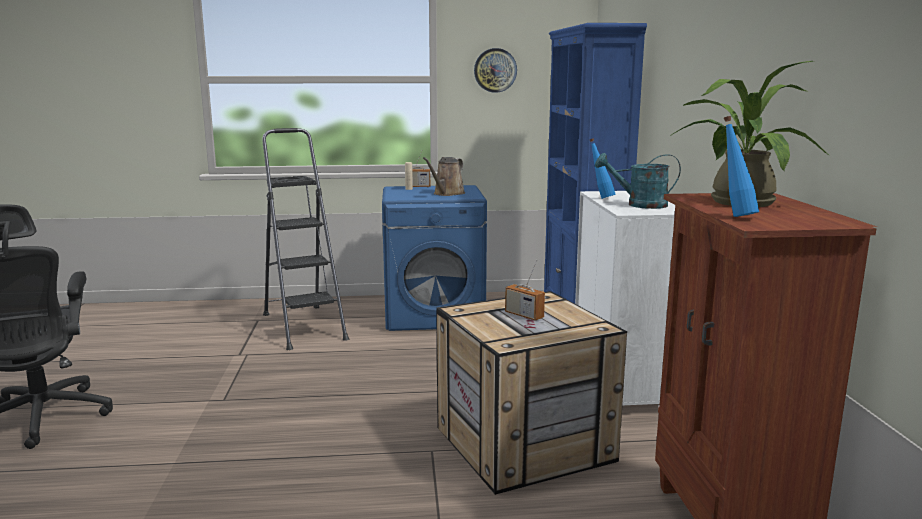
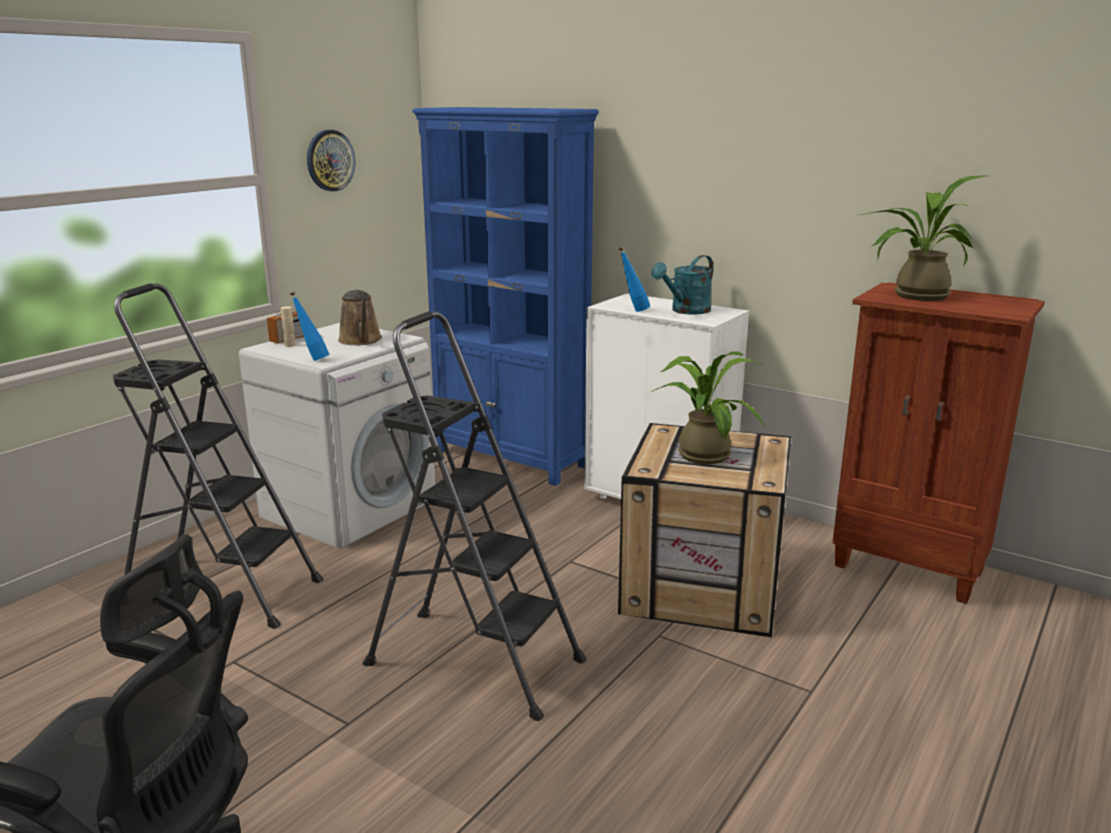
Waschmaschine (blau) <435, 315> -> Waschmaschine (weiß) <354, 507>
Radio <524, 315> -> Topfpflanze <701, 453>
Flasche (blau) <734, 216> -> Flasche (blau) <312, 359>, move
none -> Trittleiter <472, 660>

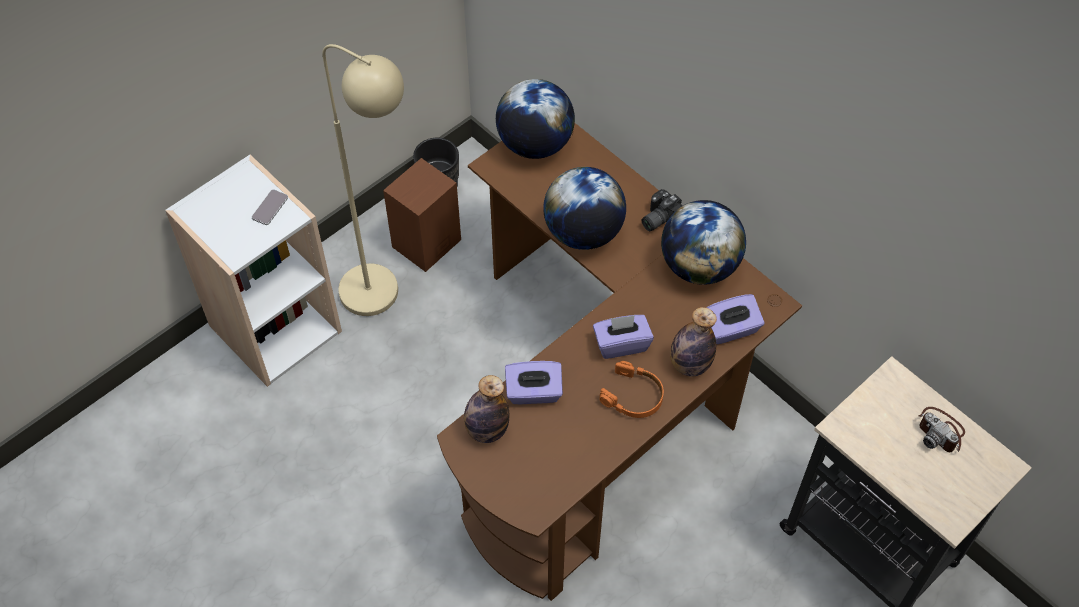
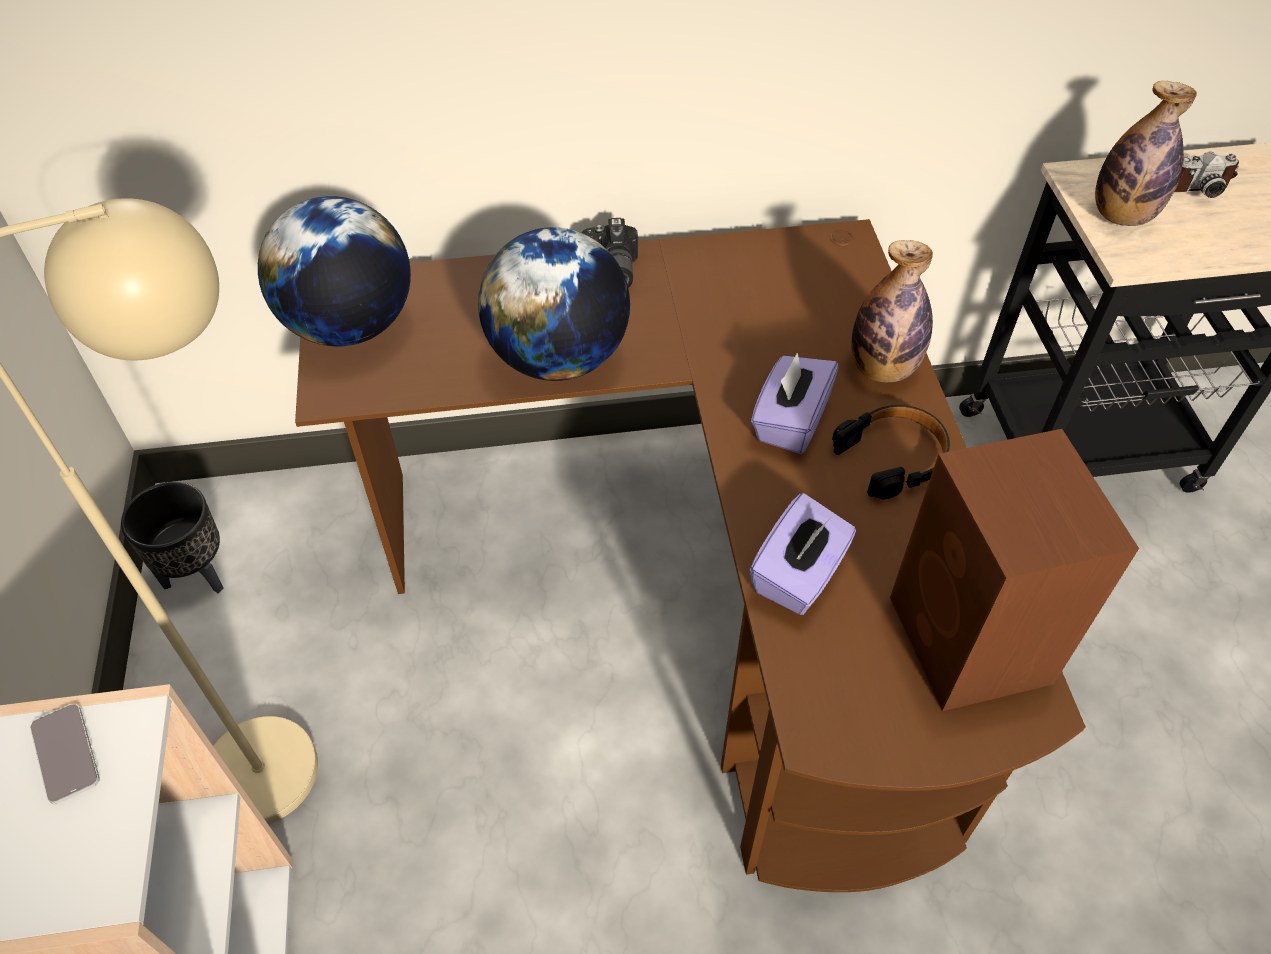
Lautsprecher (braun) <425, 244> -> Lautsprecher (braun) <971, 643>, move
Flasche <486, 430> -> Flasche <1121, 216>, move
Kopfhörer (orange) <633, 396> -> Kopfhörer (schwarz) <893, 457>
Globus <699, 266> -> none
Taschentuchbox (lila) <731, 329> -> none

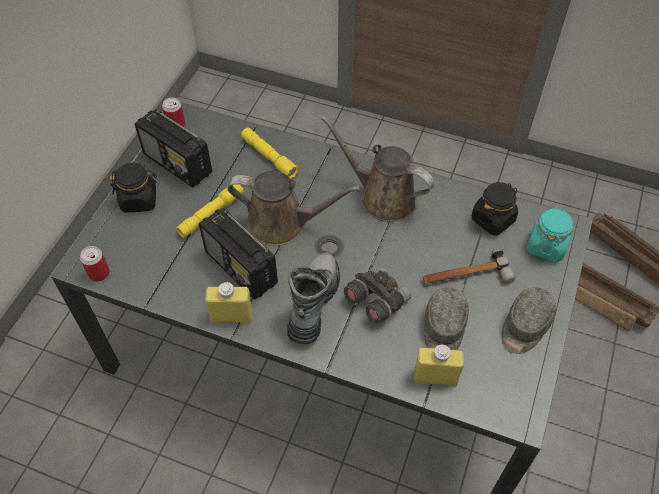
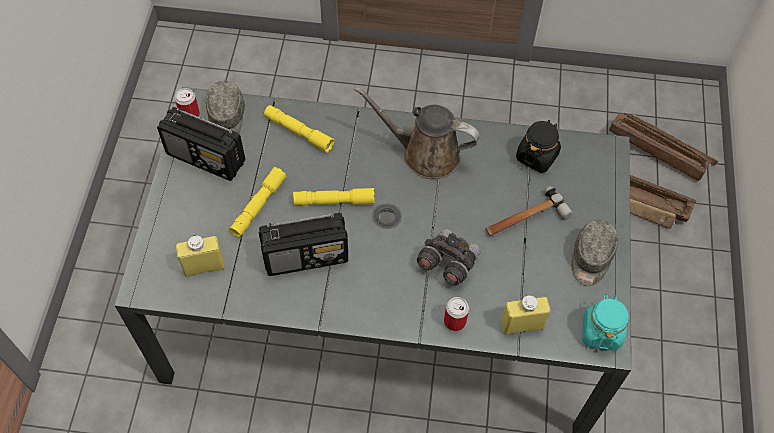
Dose <99, 273> -> Dose <455, 321>, move
Vorratsglas (schwarz) <139, 200> -> none
Radio <241, 268> -> Radio <307, 257>, 45 degrees counterclockwise
Flasche (gelb) <231, 316> -> Flasche (gelb) <204, 266>, move
Gießkanne (braun) <283, 223> -> Taschenlampe (gelb) <334, 201>
Stiefel <313, 302> -> none
Kappe (grau) <443, 329> -> Kappe (grau) <226, 118>, move
Vorratsglas (türkis) <546, 246> -> Vorratsglas (türkis) <601, 332>, move

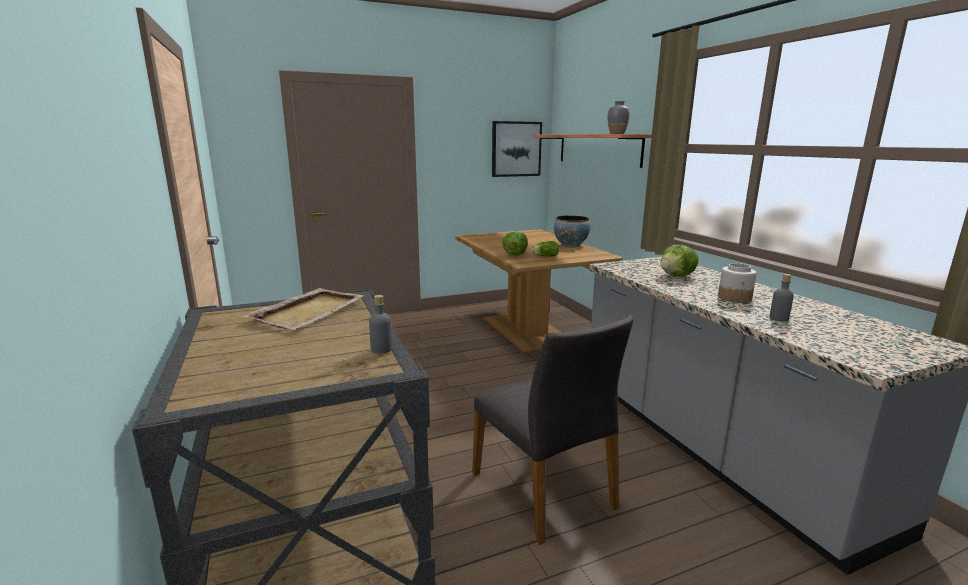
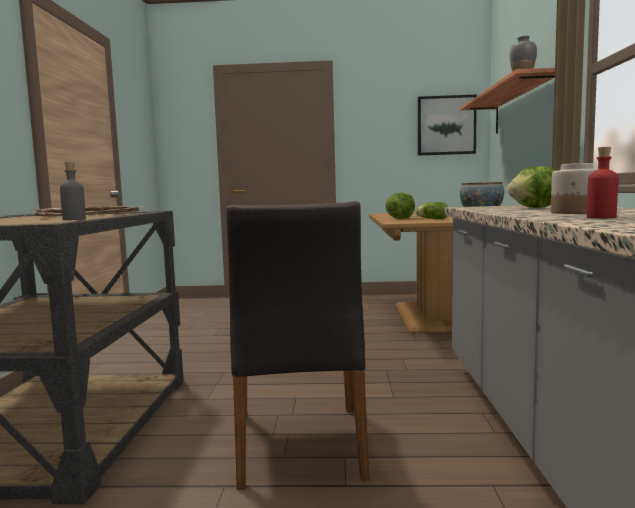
Flasche (grau) <778, 318> -> Flasche (rot) <601, 217>

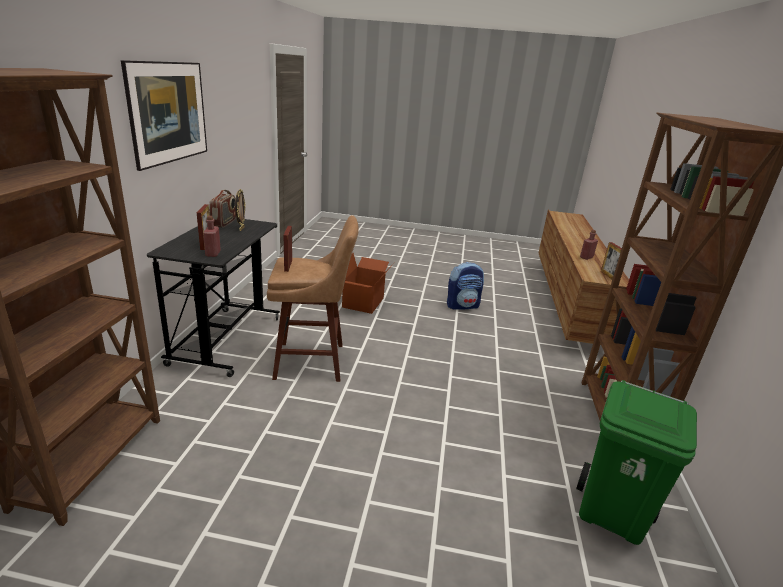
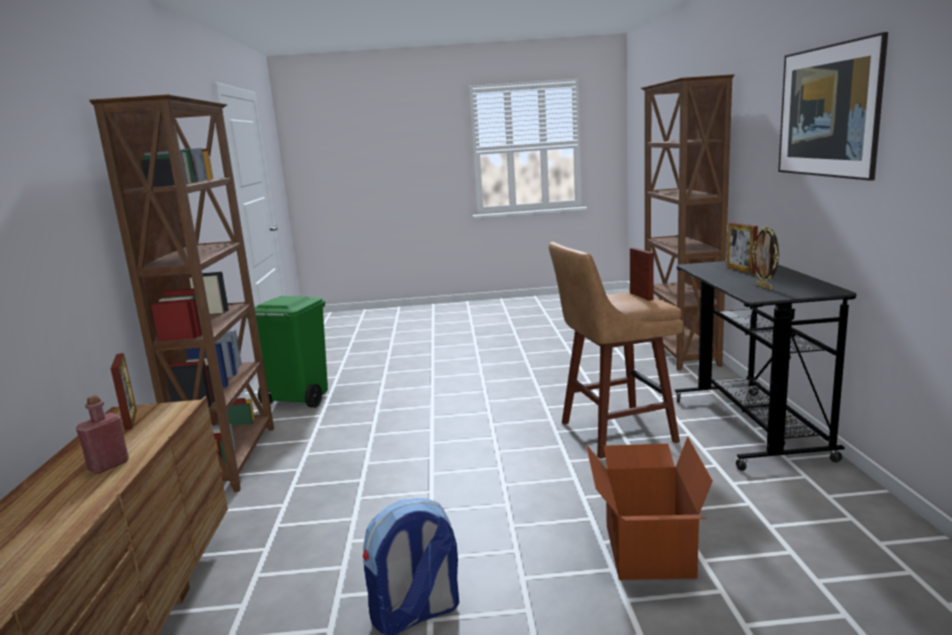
Flasche (rot) <213, 253> -> none
Radio <224, 222> -> none

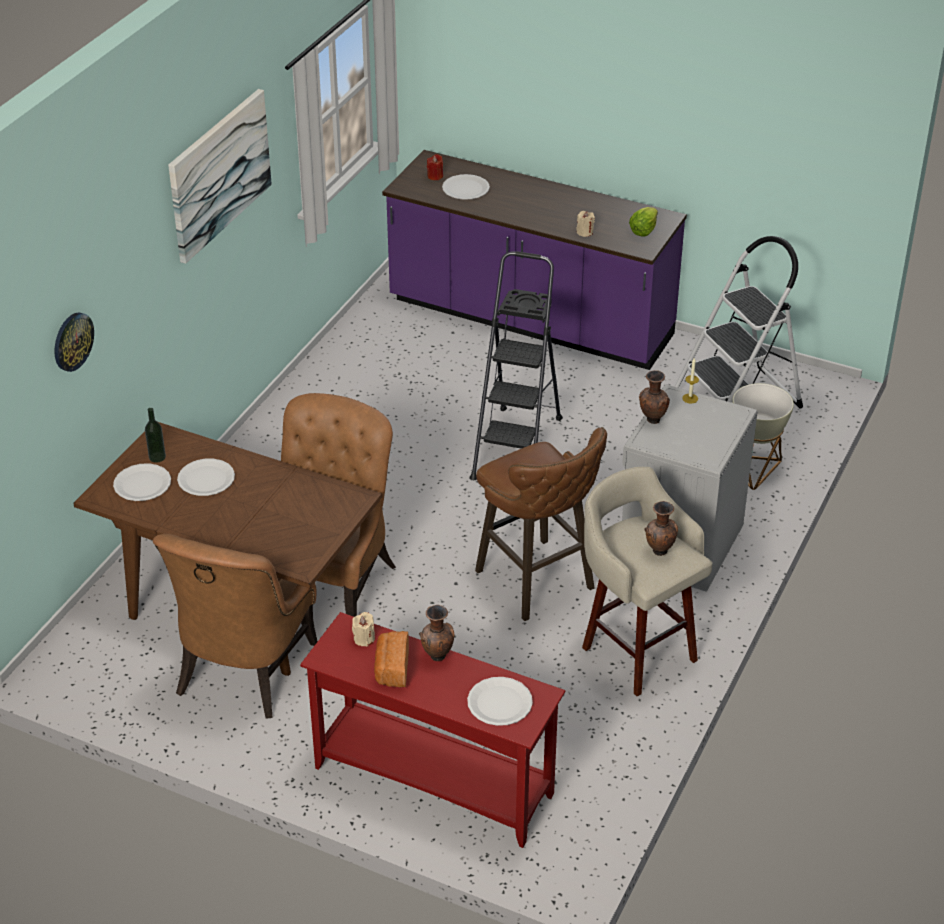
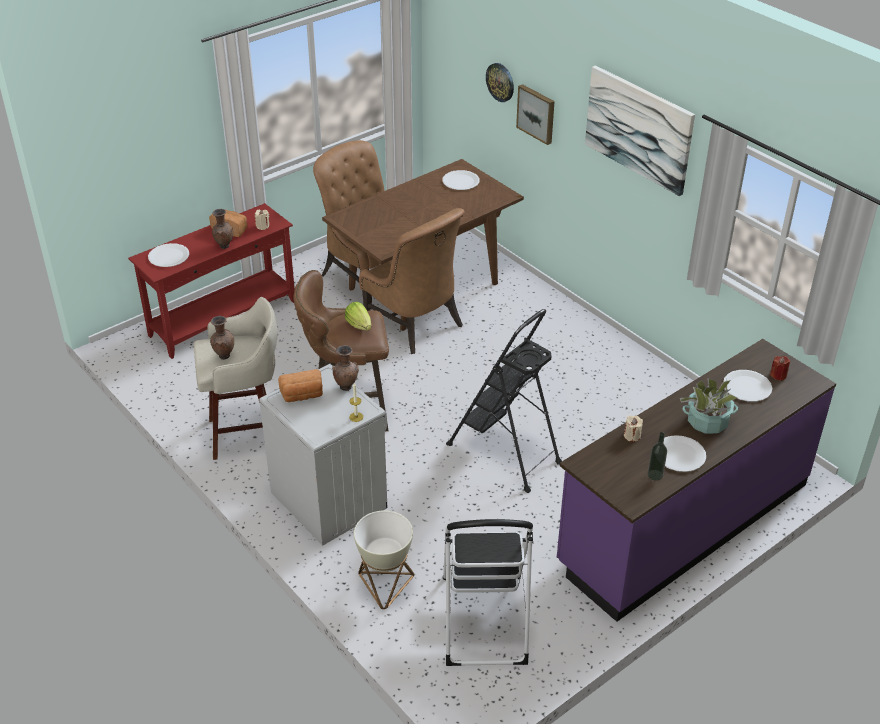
Flasche <157, 457> -> Flasche <655, 475>, move
Teller (weiß) <206, 479> -> Teller (weiß) <680, 455>, move
Salatkopf <643, 230> -> Salatkopf <359, 325>, move
none -> Brot <302, 395>
none -> Bild <537, 113>
none -> Topfpflanze <707, 422>

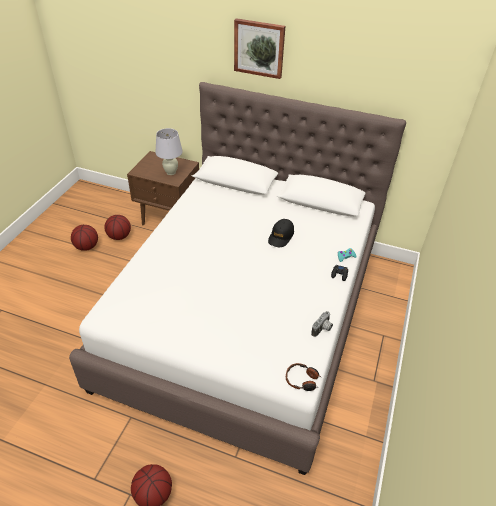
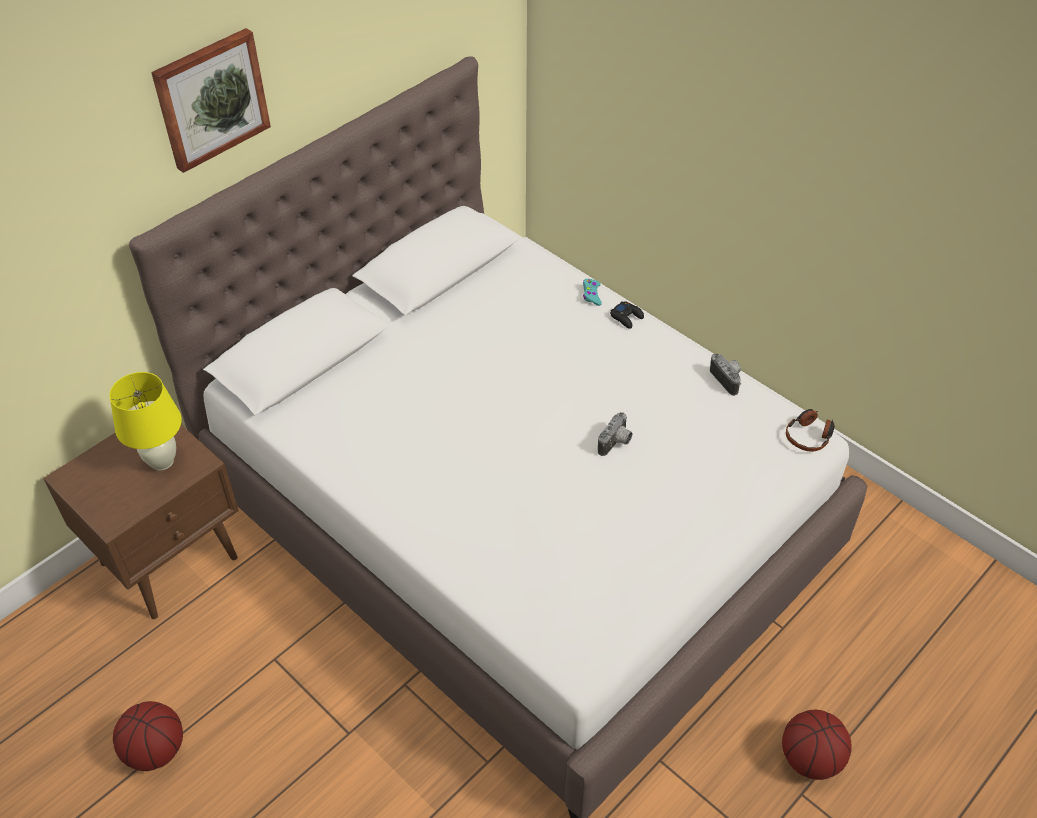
Basketball <119, 236> -> none
Tischlampe (weiß) <171, 172> -> Tischlampe (gelb) <162, 462>
Kappe (schwarz) <281, 236> -> none
none -> Kamera <616, 443>

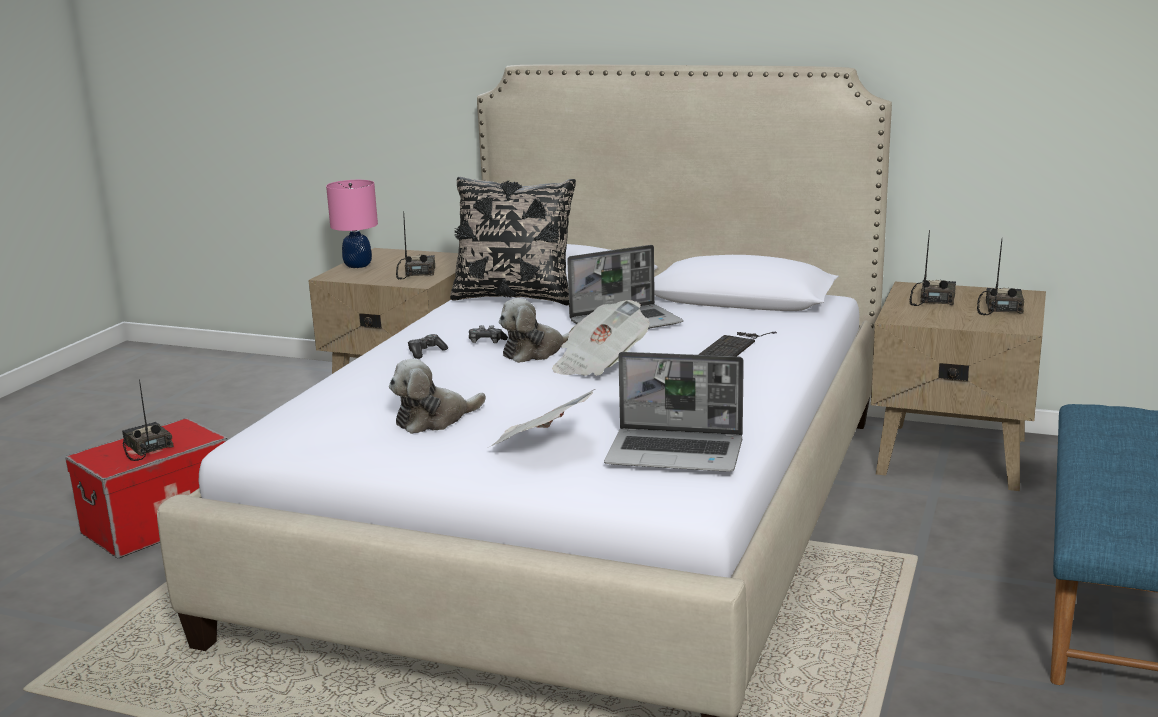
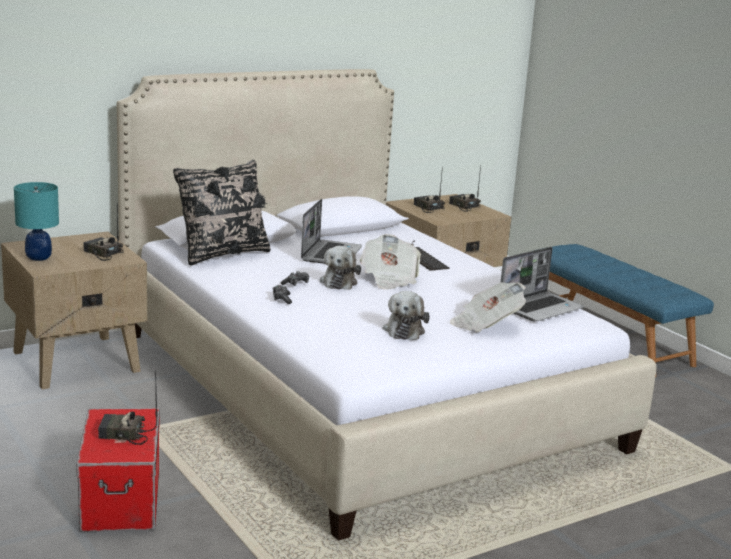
Tischlampe (rosa) <356, 266> -> Tischlampe (türkis) <38, 259>

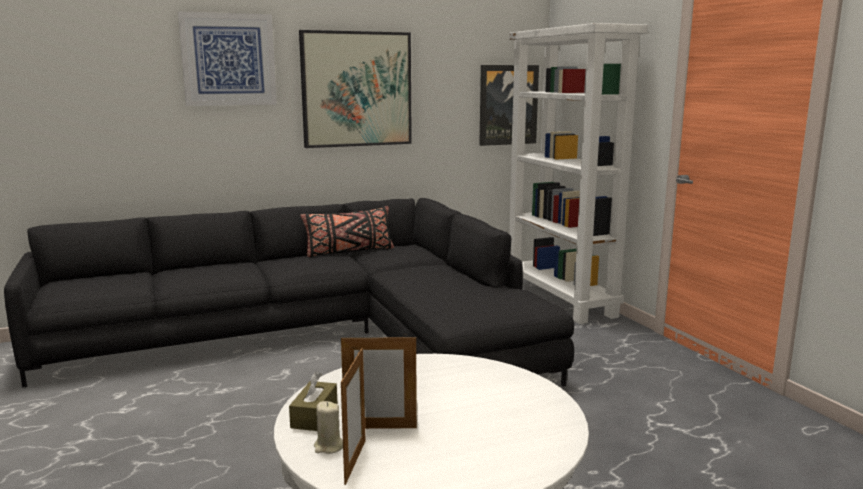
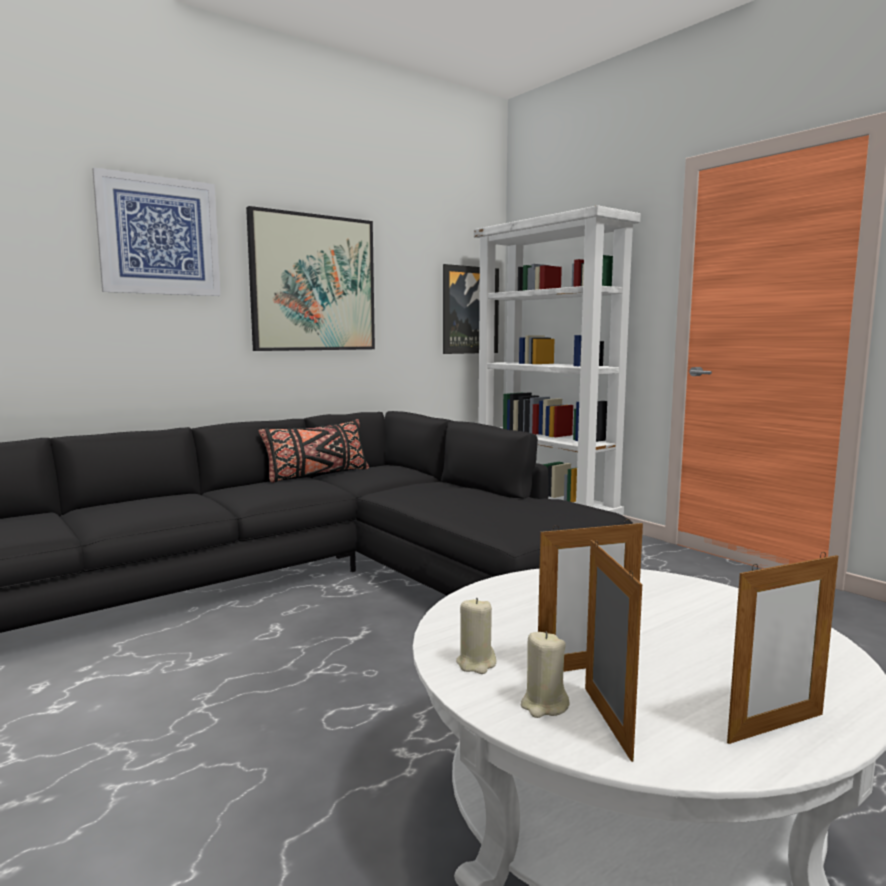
Taschentuchbox (braun) <314, 416> -> Kerze (beige) <476, 663>
none -> Bilderrahmen <776, 728>

